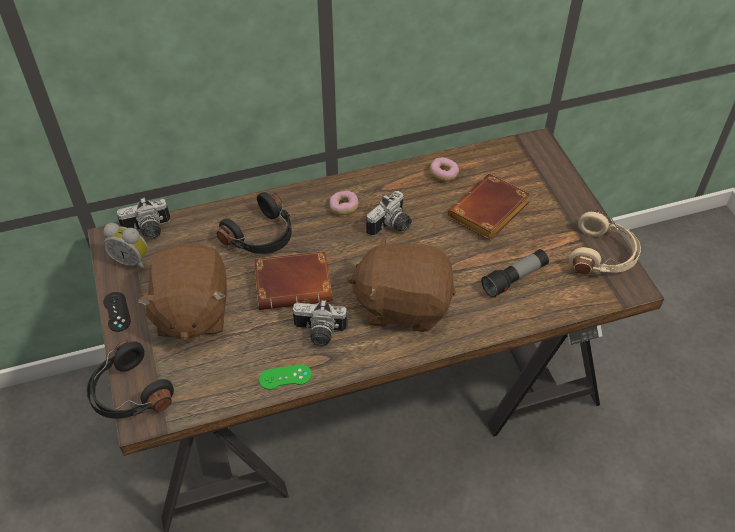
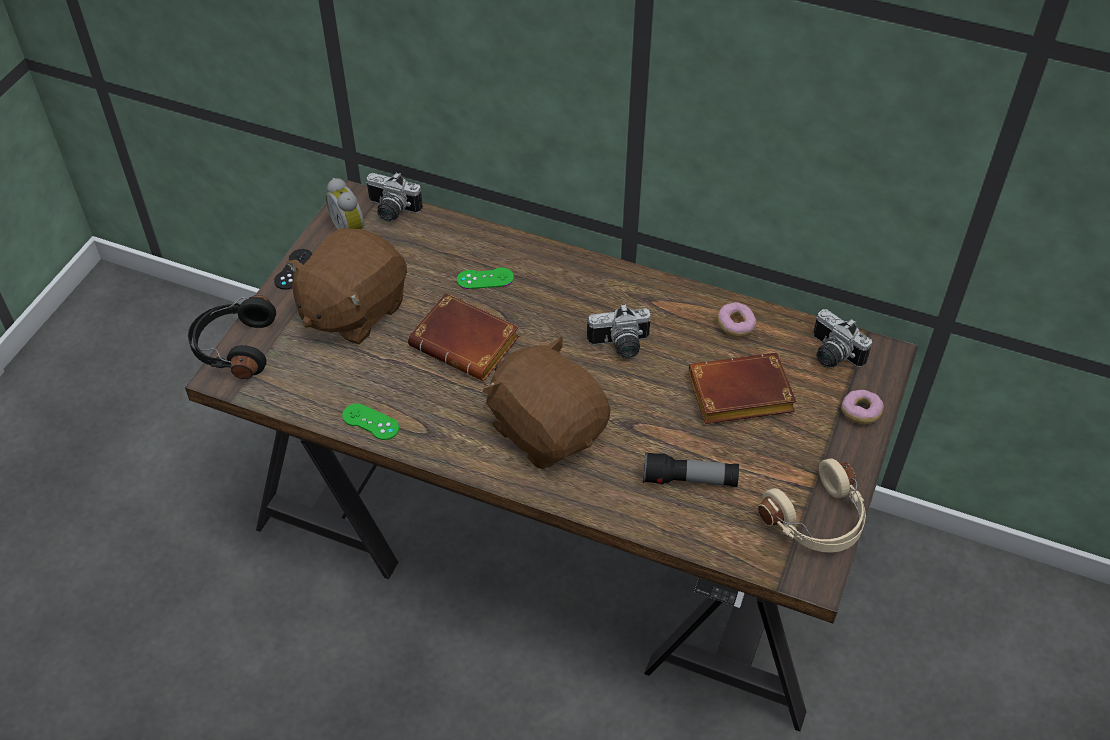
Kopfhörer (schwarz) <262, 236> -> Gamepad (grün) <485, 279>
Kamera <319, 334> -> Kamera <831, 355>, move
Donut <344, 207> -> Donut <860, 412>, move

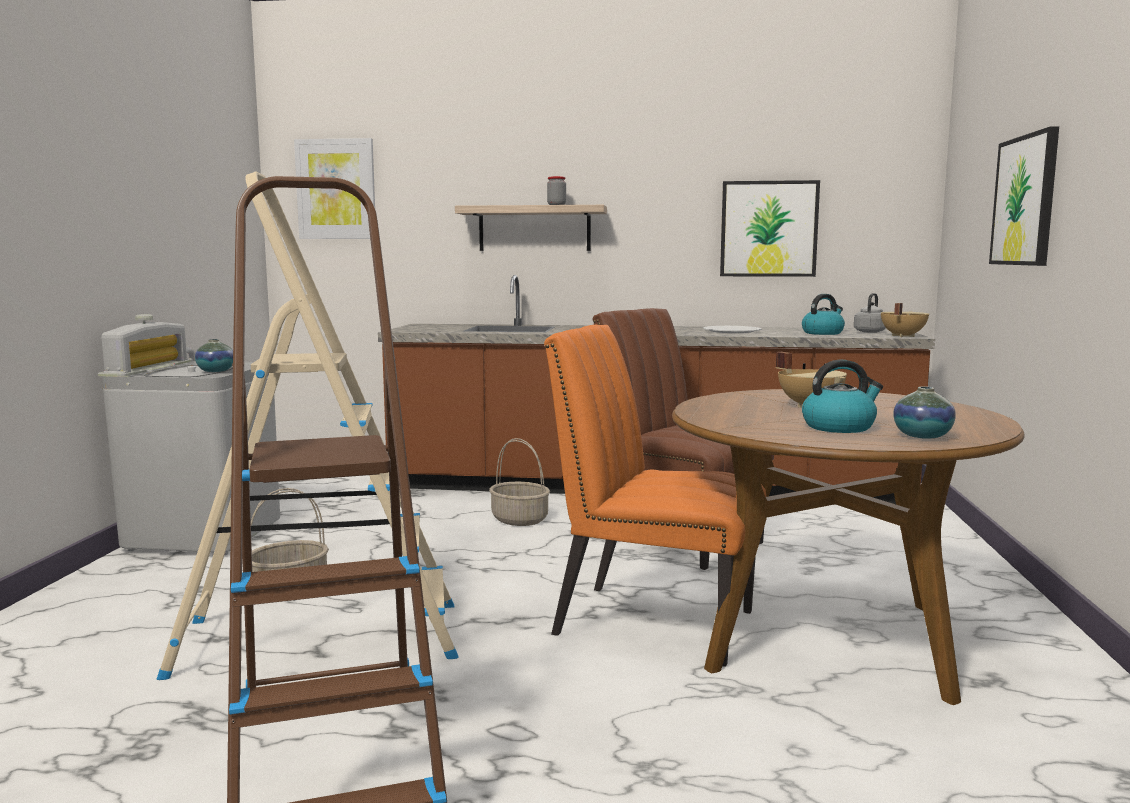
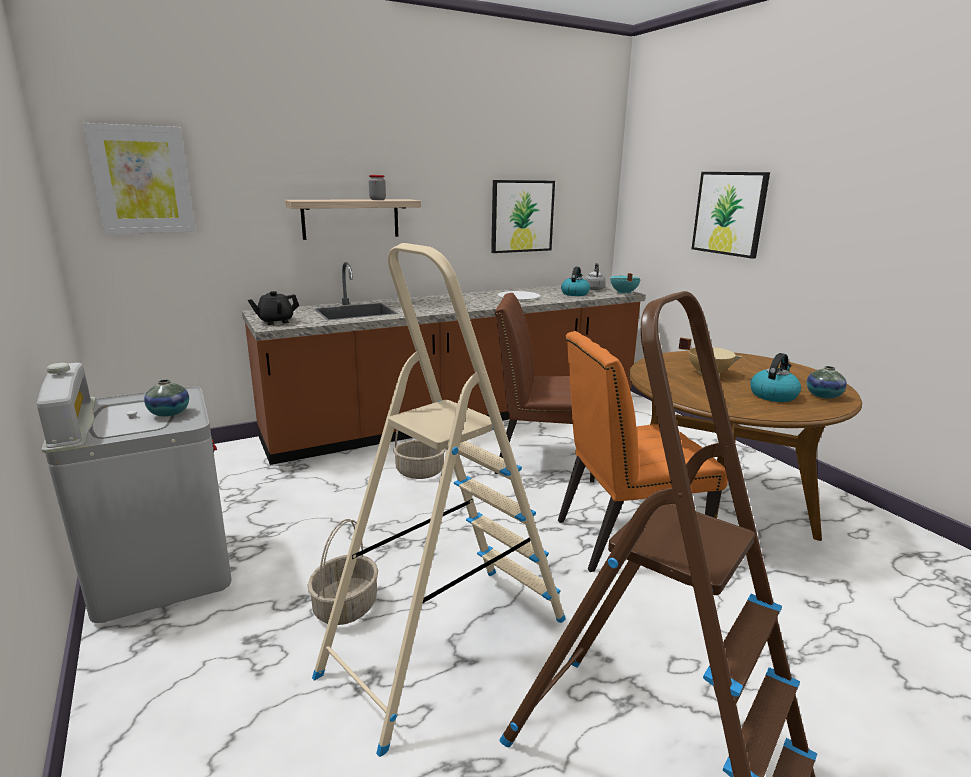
Kochtopf (beige) <902, 336> -> Kochtopf (türkis) <623, 293>
none -> Teekanne (schwarz) <275, 321>

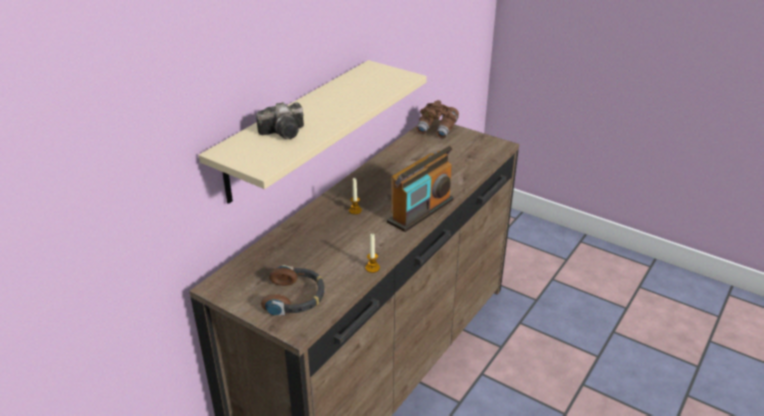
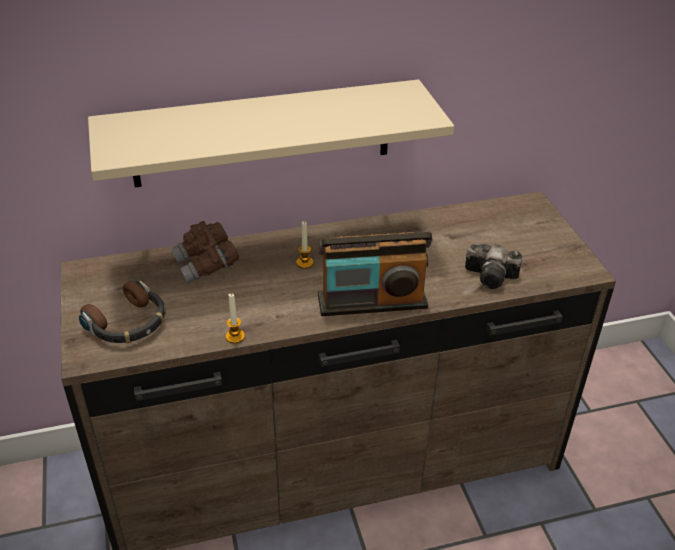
Kamera <285, 132> -> Kamera <493, 277>, move
Fernglas (braun) <437, 129> -> Fernglas (braun) <206, 265>, move

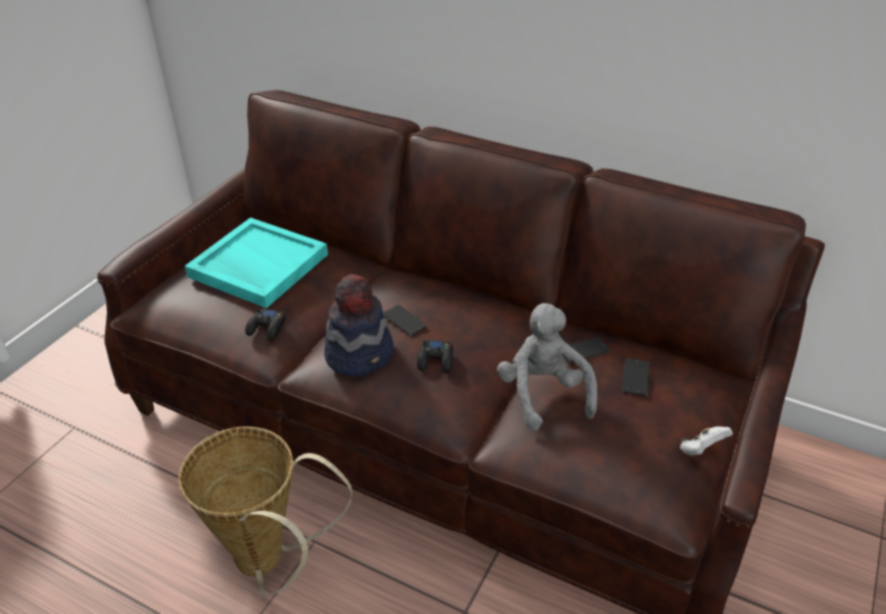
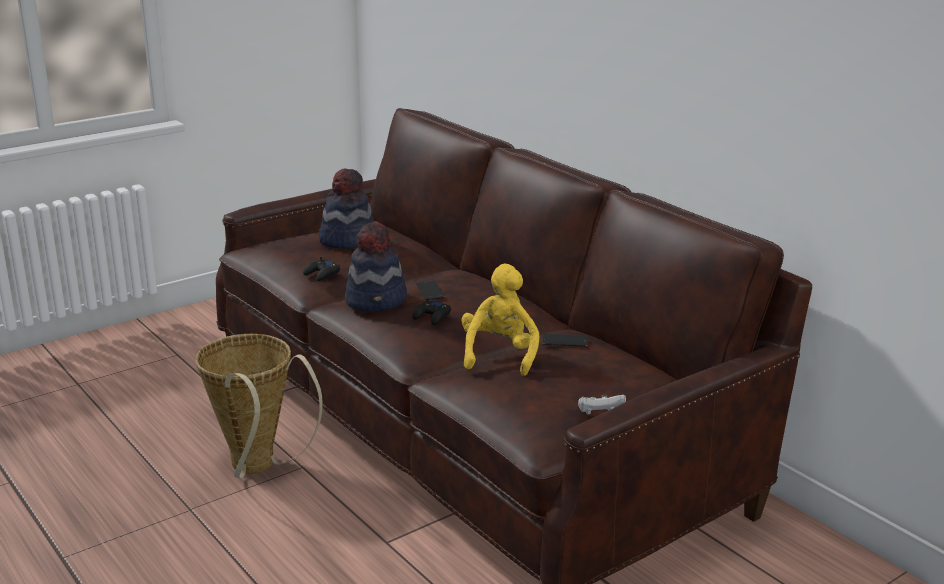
Tablett (türkis) <257, 266> -> Hut <347, 239>
Plüschtier (grau) <543, 394> -> Plüschtier (gelb) <500, 355>
Handy <635, 377> -> none

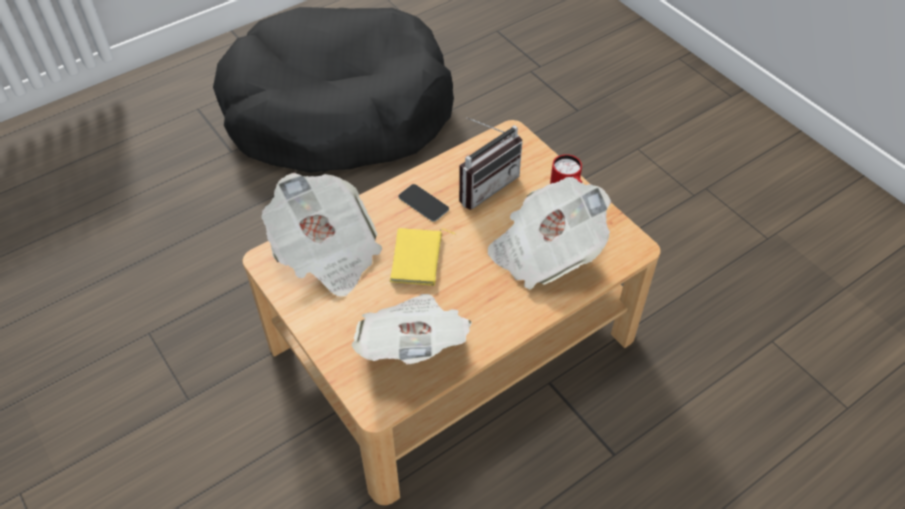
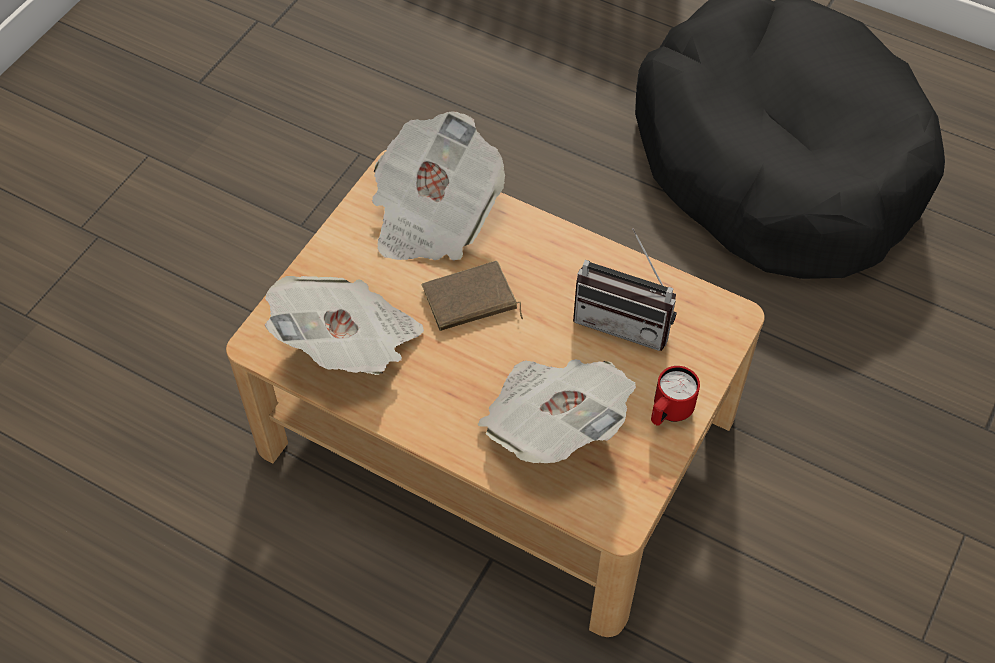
Buch (gelb) <419, 259> -> Buch (braun) <470, 302>
Handy <423, 203> -> none

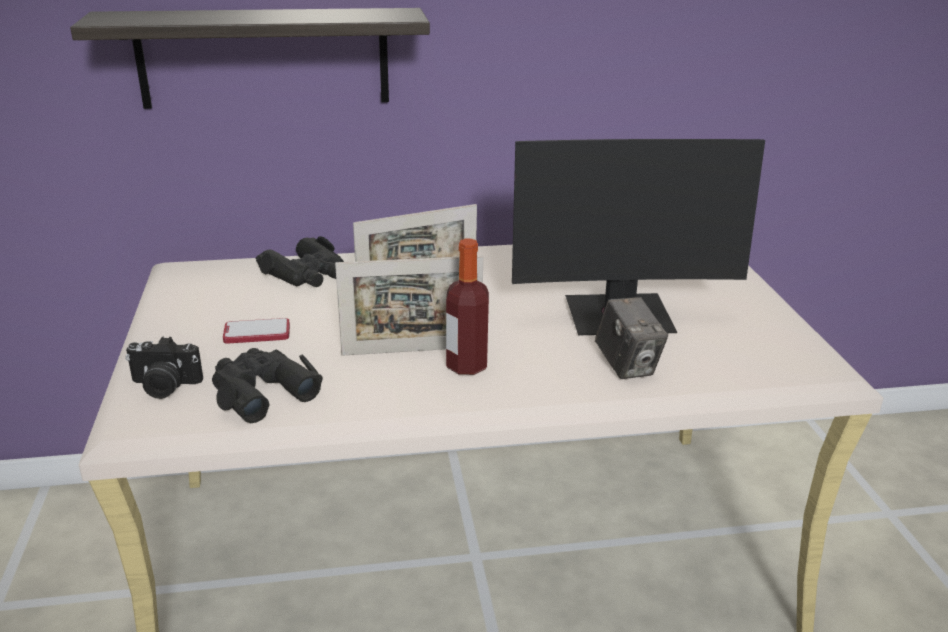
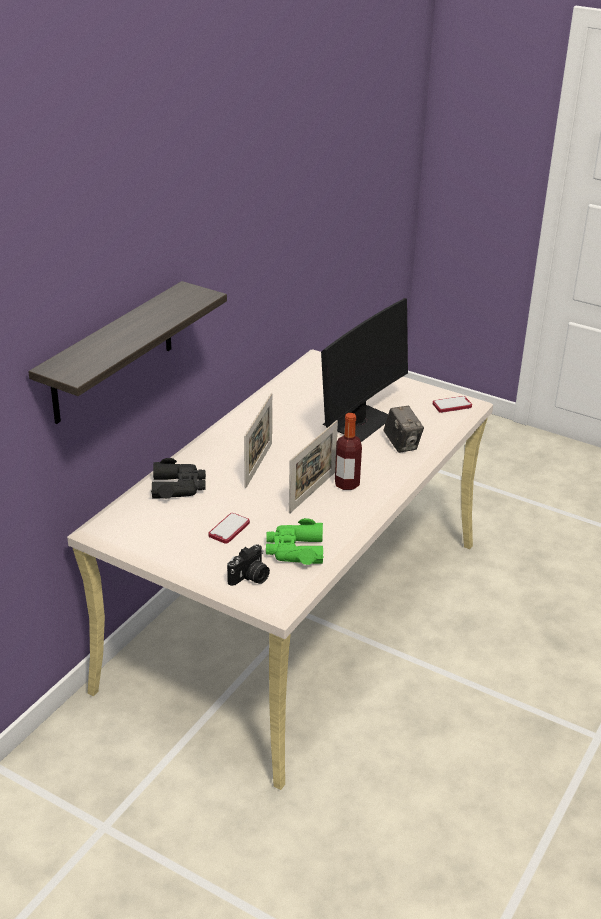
Fernglas (schwarz) <261, 392> -> Fernglas (grün) <295, 550>
Kamera <627, 366> -> Kamera <402, 444>, 45 degrees clockwise
none -> Handy <452, 405>

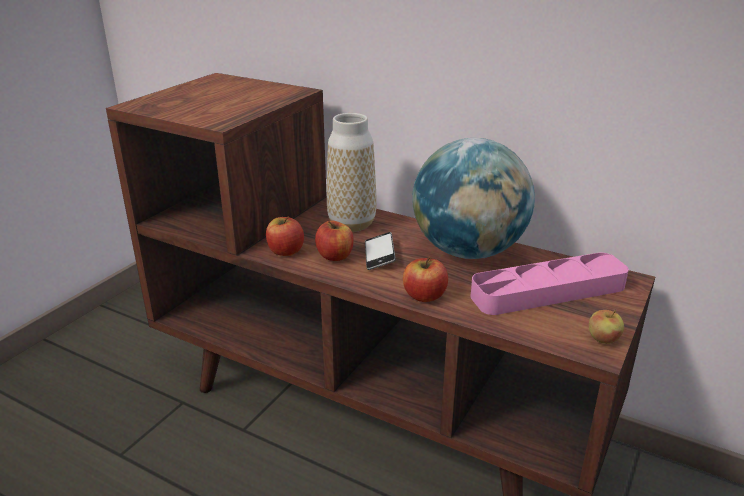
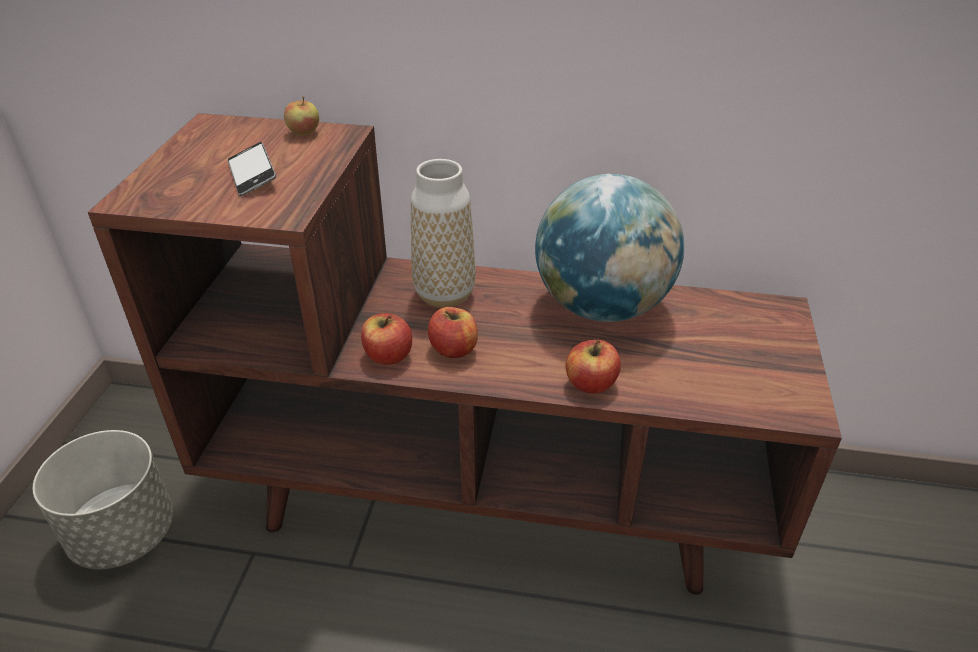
Handy <379, 255> -> Handy <252, 175>, move
Tablett (rosa) <548, 291> -> none
Apfel <603, 339> -> Apfel <304, 132>, move
none -> Pflanzkübel (grau) <123, 534>

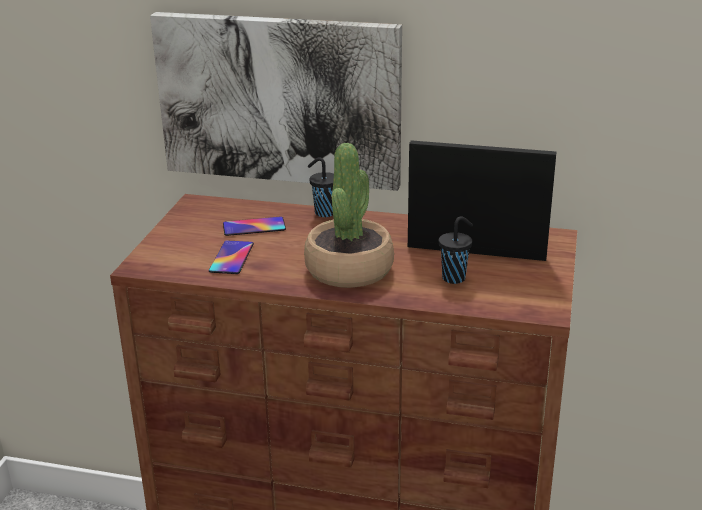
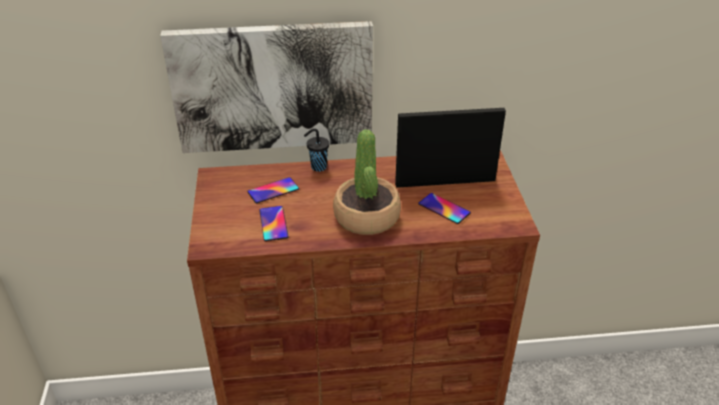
Tasse (schwarz) <455, 278> -> Handy <444, 208>

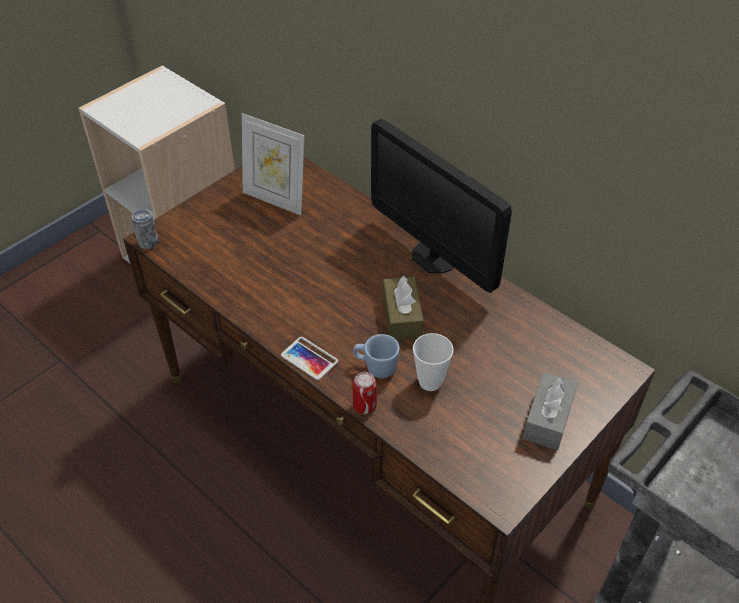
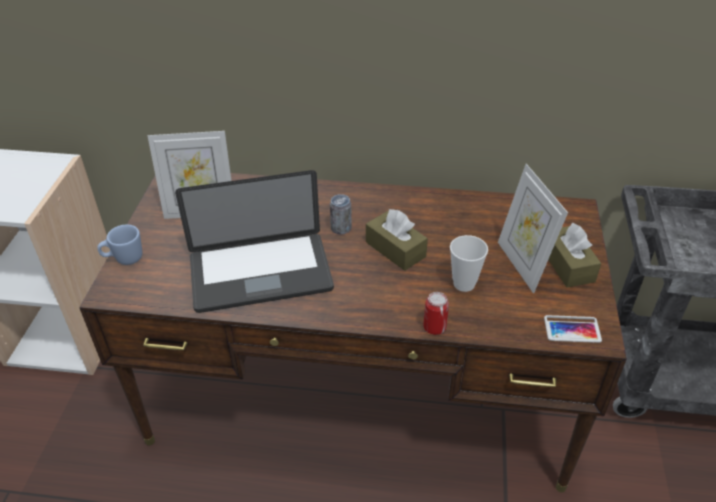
Dose <148, 242> -> Dose <341, 228>, move
Handy <309, 358> -> Handy <572, 329>, move
Henkelbecher (blau) <375, 367> -> Henkelbecher (blau) <124, 259>, move
Monitor <434, 257> -> none
Taschentuchbox (grau) <548, 418> -> Taschentuchbox (braun) <567, 265>
none -> Laptop <260, 274>
none -> Bilderrahmen <522, 265>

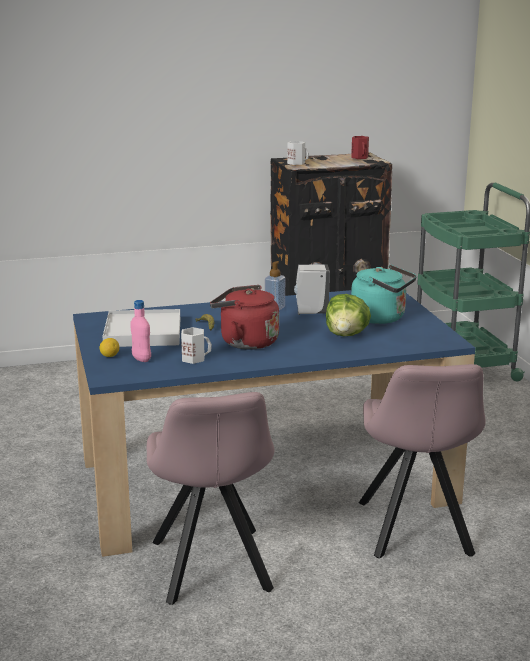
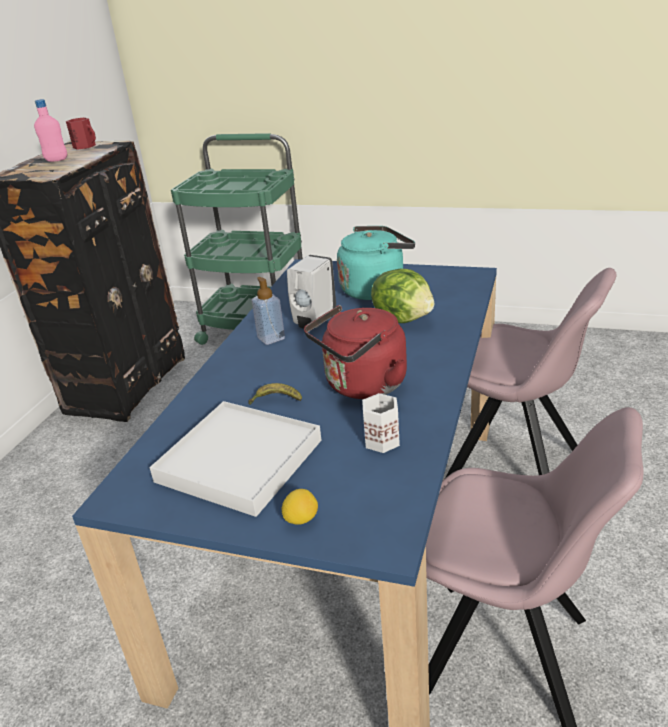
Flasche (rosa) <141, 359> -> Flasche (rosa) <56, 160>, move
Henkelbecher (weiß) <297, 163> -> none

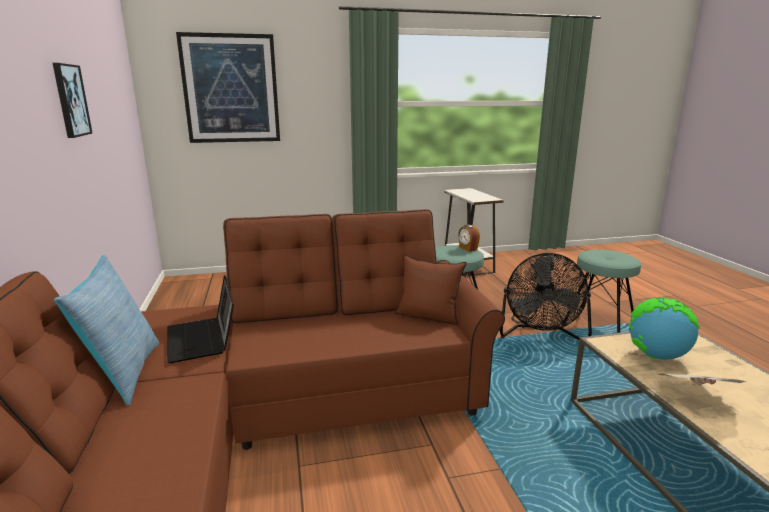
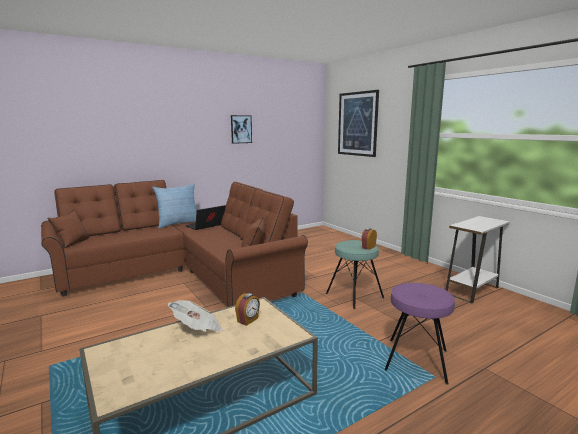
Ventilator (schwarz) <537, 333> -> none
Hocker (türkis) <598, 323> -> Hocker (lila) <416, 360>
Globus <656, 356> -> Wecker <248, 320>

